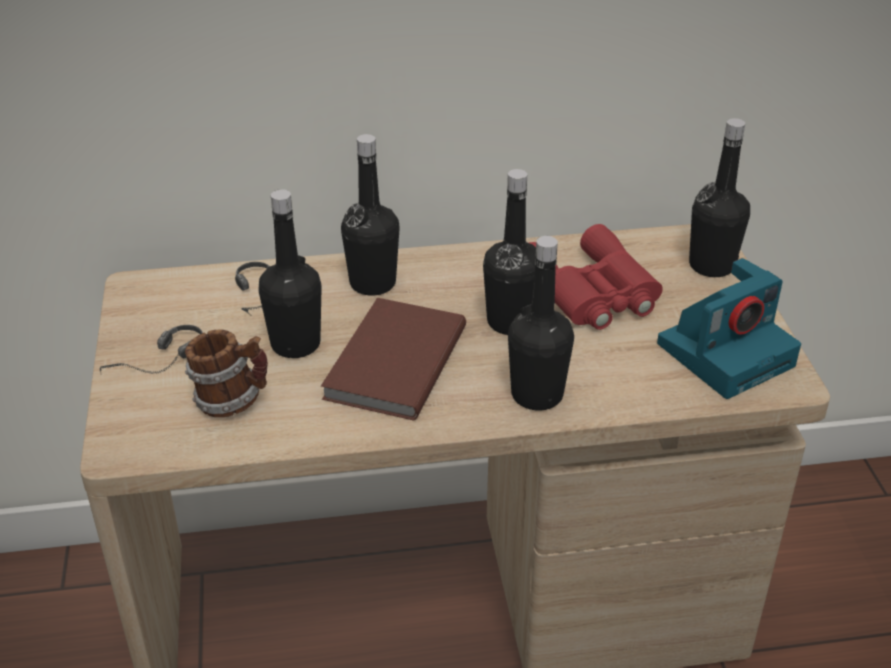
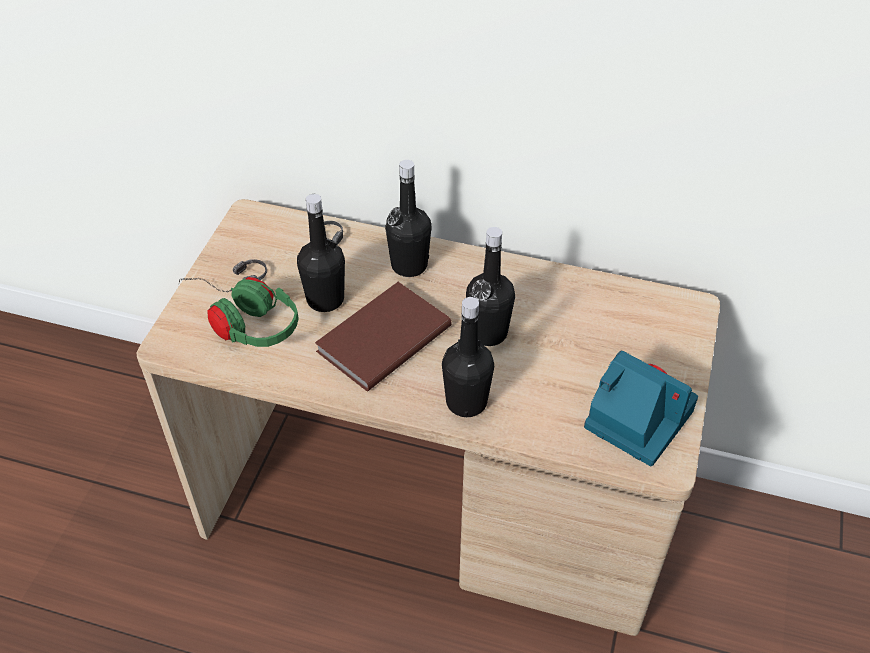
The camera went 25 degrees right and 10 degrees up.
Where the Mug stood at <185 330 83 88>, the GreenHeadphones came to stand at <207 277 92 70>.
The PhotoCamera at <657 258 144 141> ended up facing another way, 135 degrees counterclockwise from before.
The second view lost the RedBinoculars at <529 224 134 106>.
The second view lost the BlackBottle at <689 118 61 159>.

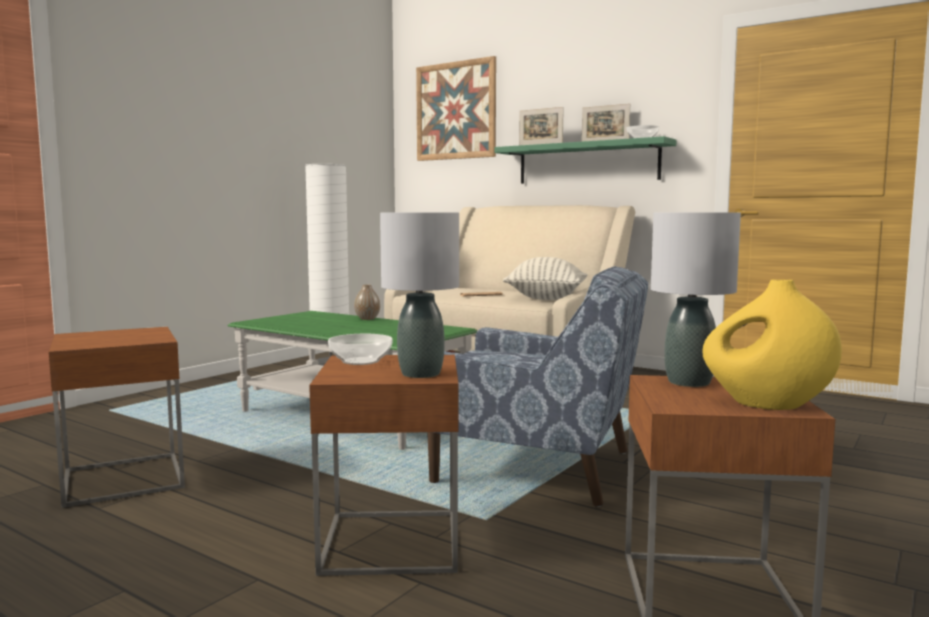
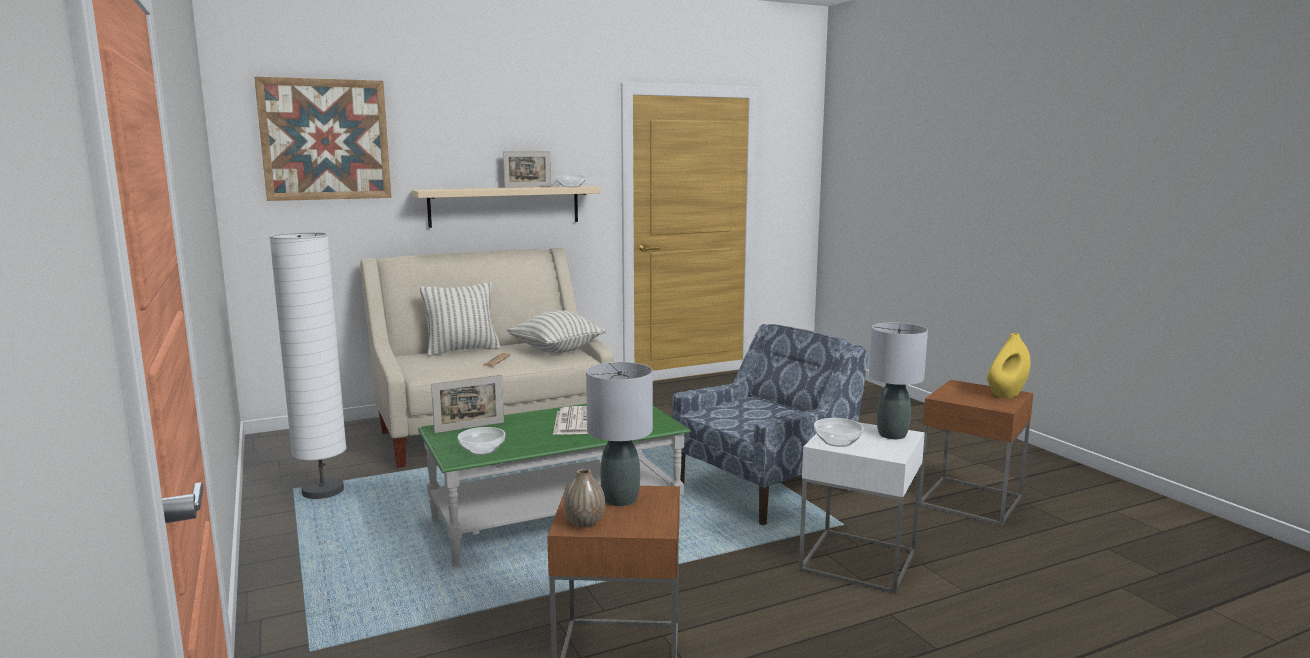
The camera went 60 degrees left and 5 degrees up.
What was the GreenShelf at <494 136 183 48> turned into the BeigeShelf at <412 186 189 42>.
The second view gained the Pillow at <420 282 81 74>.
The PictureFrame ended up elsewhere, having gone from <519 107 45 38> to <431 374 73 59>.
The second view gained the Bowl at <458 427 47 28>.
The second view gained the Newspaper at <553 406 35 29>.
The Vase ended up elsewhere, having gone from <354 284 26 36> to <563 469 42 59>.
The GreyTableLamp ended up elsewhere, having gone from <651 212 90 175> to <586 362 67 144>.
What was the BrownSideTable at <309 355 150 221> turned into the WhiteSideTable at <799 422 126 172>.

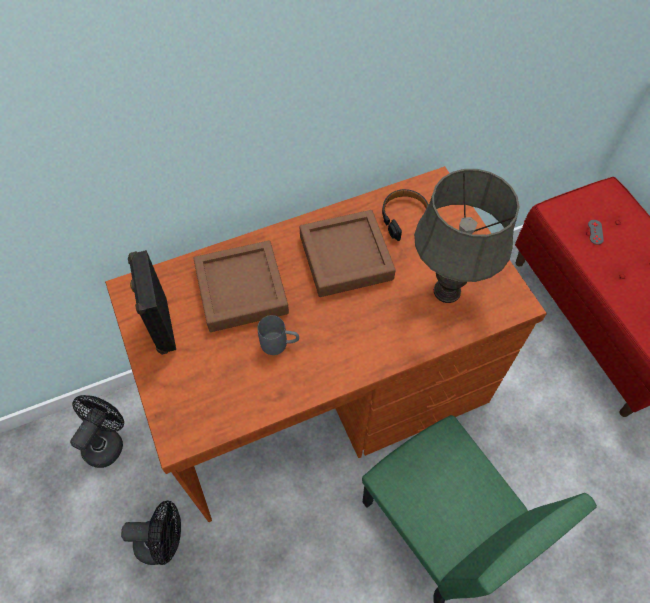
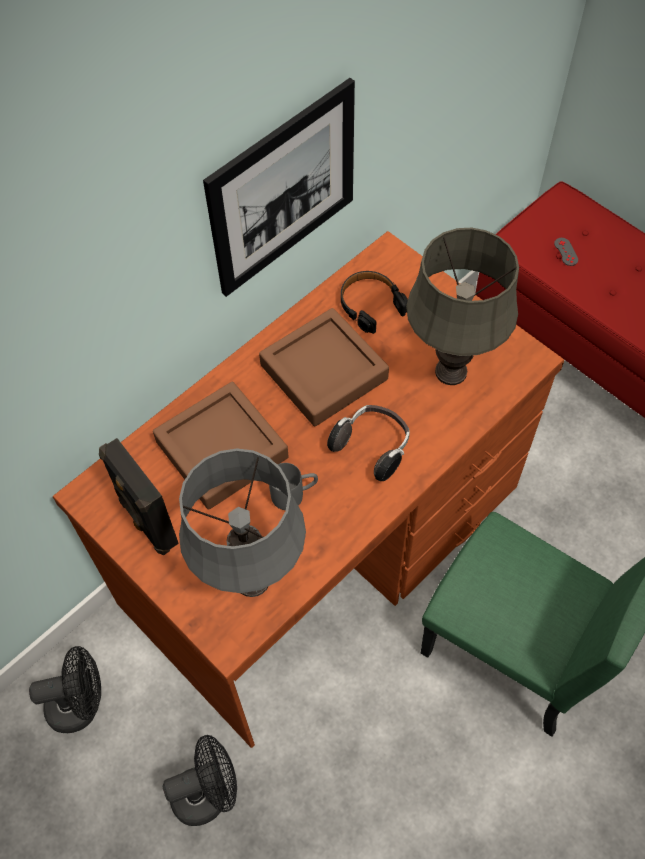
The camera went 20 degrees left and 0 degrees up.
The BlackFan at <70 395 54 73> ended up facing another way, 75 degrees clockwise from before.
The second view gained the GreyTableLamp at <179 448 127 149>.
The second view gained the Picture at <203 78 152 219>.
The second view gained the Headphones at <327 405 83 76>.

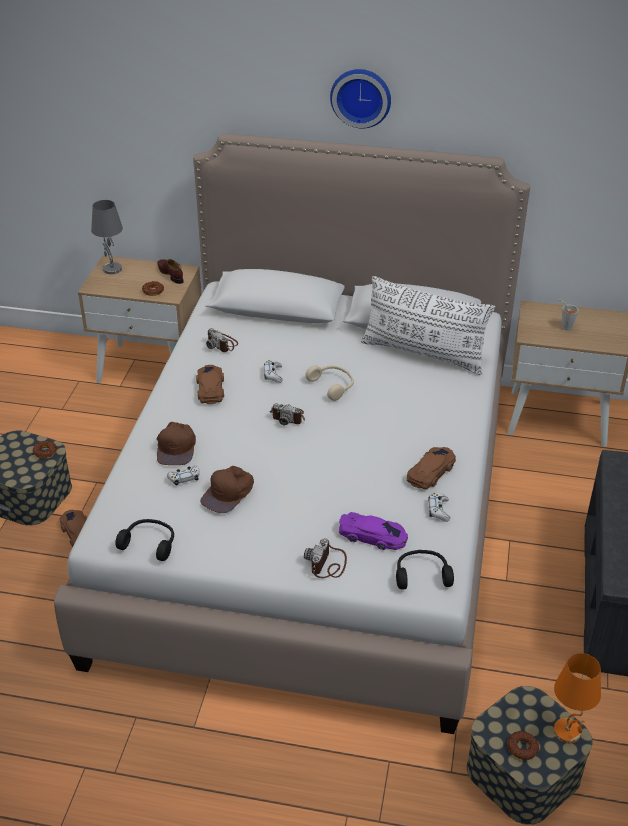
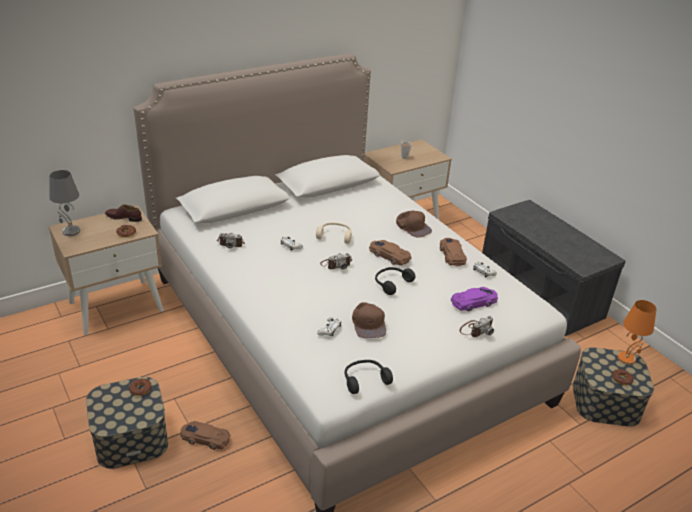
The camera went 45 degrees left and 5 degrees down.
The BrownToyCar ended up elsewhere, having gone from <196 365 28 39> to <369 240 43 26>.
The BlackHeadphones ended up elsewhere, having gone from <396 550 58 40> to <375 267 40 28>.
The BrownCap ended up elsewhere, having gone from <157 422 39 43> to <396 210 36 28>.
The PhotoCamera at <304 538 43 40> ended up facing another way, 105 degrees counterclockwise from before.
The second view lost the WallClock at <330 69 61 60>.
The second view lost the WhitePillow at <361 276 134 99>.

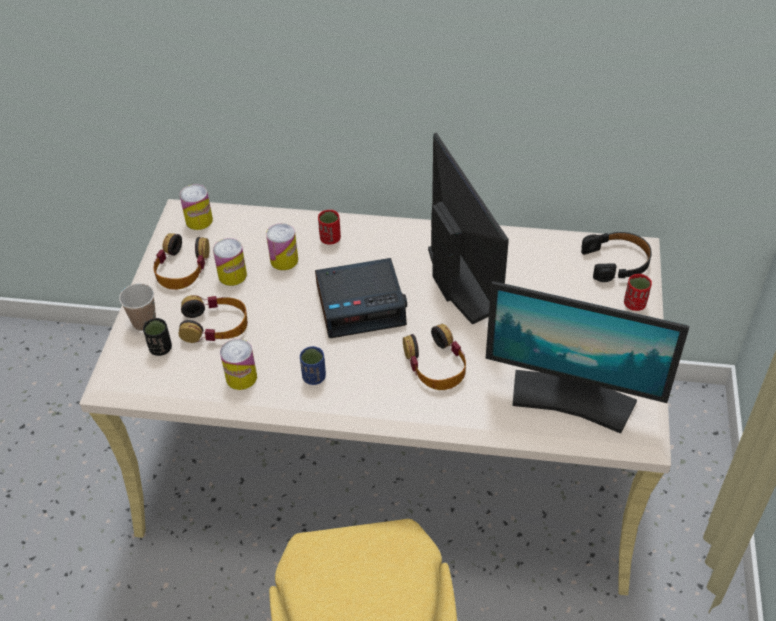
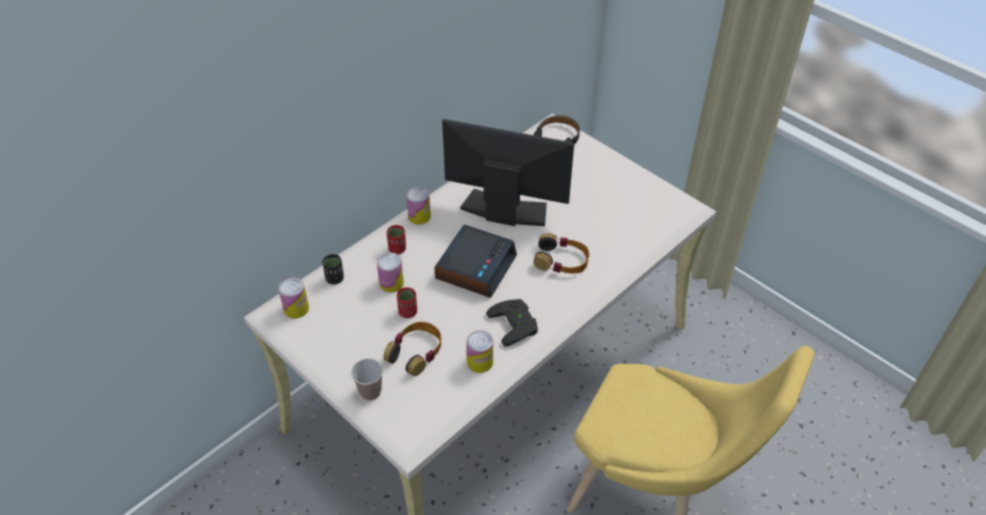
The camera went 55 degrees left and 0 degrees up.
The BlackCup ended up elsewhere, having gone from <143 318 29 38> to <322 254 22 30>.
The RedCup ended up elsewhere, having gone from <624 274 28 37> to <397 287 20 31>.
The Can ended up elsewhere, having gone from <213 238 34 48> to <406 187 25 38>.
Where the BlueCup stood at <300 346 26 39>, the BlackGameController came to stand at <486 299 52 48>.
The second view lost the Headphones at <153 233 57 57>.
The second view lost the Monitor at <486 281 204 153>.

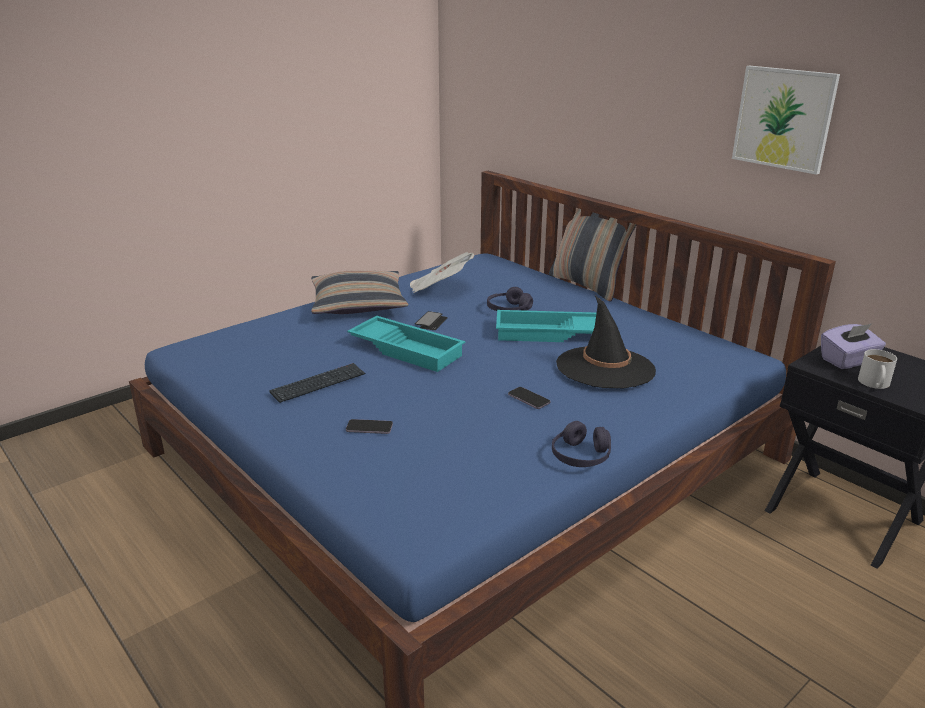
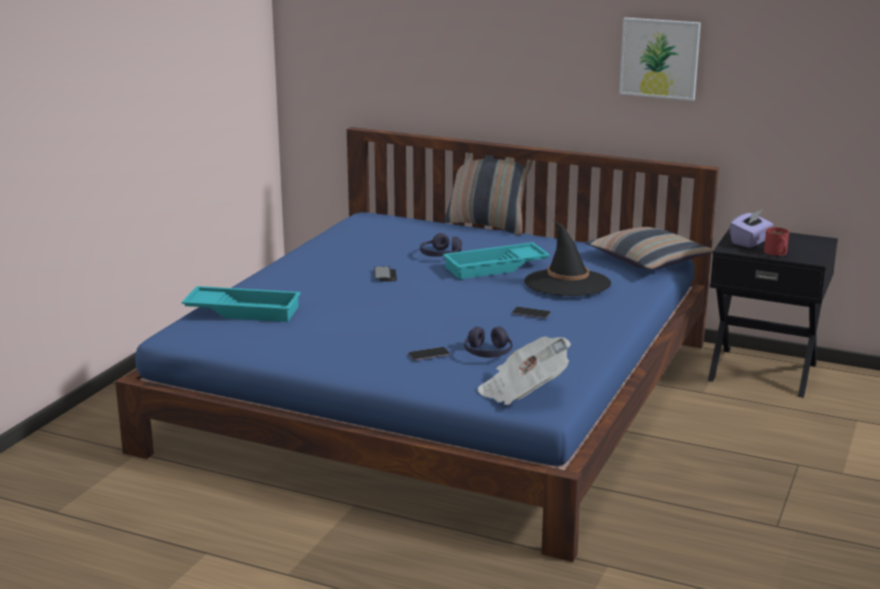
The camera went 25 degrees left and 5 degrees down.
The TurquoiseTray ended up elsewhere, having gone from <347 316 118 56> to <181 286 120 36>.
The PurpleHeadphones ended up elsewhere, having gone from <552 421 59 46> to <464 326 49 32>.
The Newspaper ended up elsewhere, having gone from <410 252 64 41> to <478 336 93 69>.
The Pillow ended up elsewhere, having gone from <311 270 97 44> to <585 227 129 43>.
What was the WhiteMug at <858 349 39 40> turned into the RedMug at <764 227 25 29>.
The second view lost the Keyboard at <269 363 96 40>.

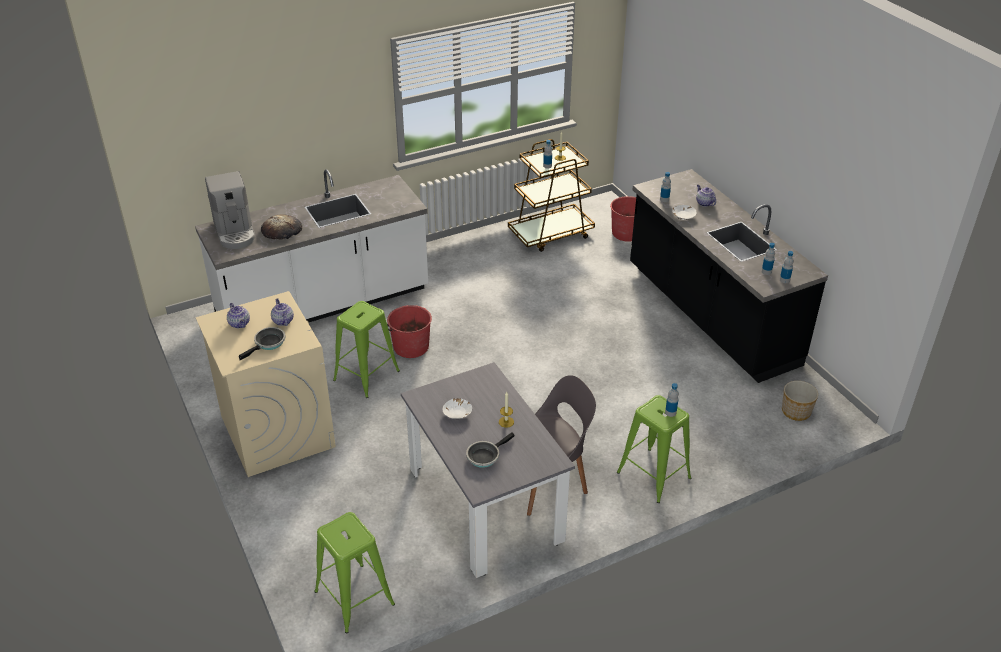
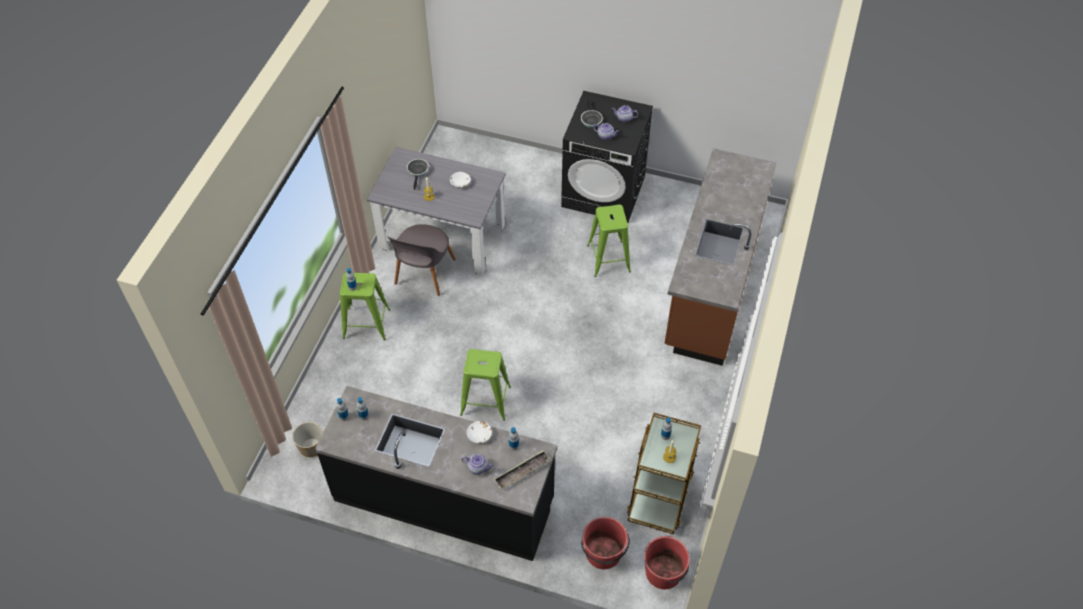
The camera went 135 degrees right and 15 degrees up.
The GreenStool ended up elsewhere, having gone from <314 512 81 121> to <460 349 51 72>.
The second view gained the Tray at <494 450 57 40>.
What was the BeigeWashingMachine at <196 291 140 186> turned into the BlackWashingMachine at <561 91 92 132>.
The RedBucket ended up elsewhere, having gone from <387 305 45 53> to <644 536 46 53>.
What was the WhiteCounter at <195 169 233 153> turned into the BrownCounter at <664 148 112 218>.
The second view lost the CoffeeMachine at <205 171 51 78>.
The second view lost the Bread at <261 215 41 25>.

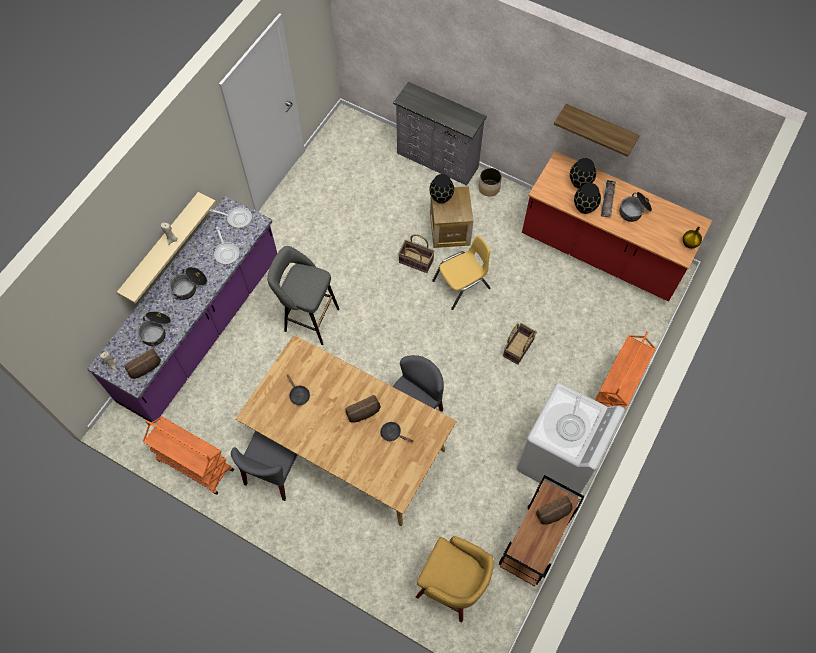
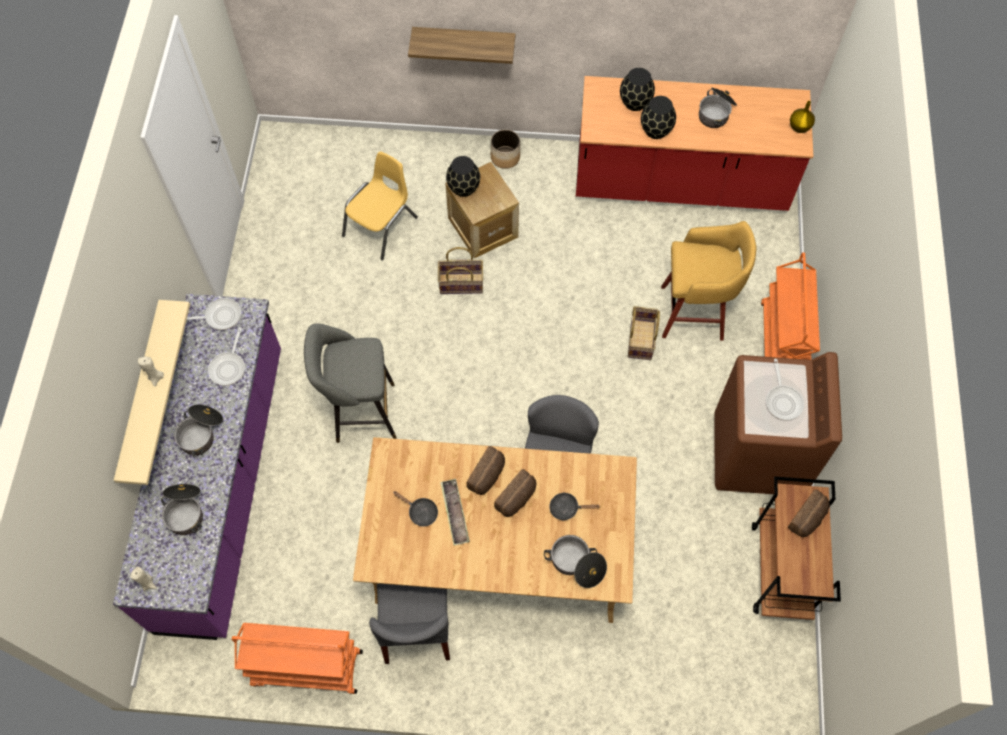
The camera went 25 degrees left and 0 degrees up.
The FryingPan at <214 227 26 38> ended up facing another way, 60 degrees clockwise from before.
The YellowChair ended up elsewhere, having gone from <432 236 59 74> to <342 151 76 109>.
The Shelf ended up elsewhere, having gone from <554 104 86 53> to <408 27 107 37>.
The Tray ended up elsewhere, having gone from <601 180 15 37> to <440 479 30 67>.
The Bread ended up elsewhere, having gone from <124 349 37 30> to <467 446 38 49>.
The second view gained the CookingPot at <544 535 63 53>.
The YellowStool ended up elsewhere, having gone from <416 536 78 86> to <661 221 96 120>.
What was the WhiteWashingMachine at <516 383 109 115> turned into the BrownWashingMachine at <715 352 127 142>.
The second view lost the GreyDresser at <393 82 94 104>.

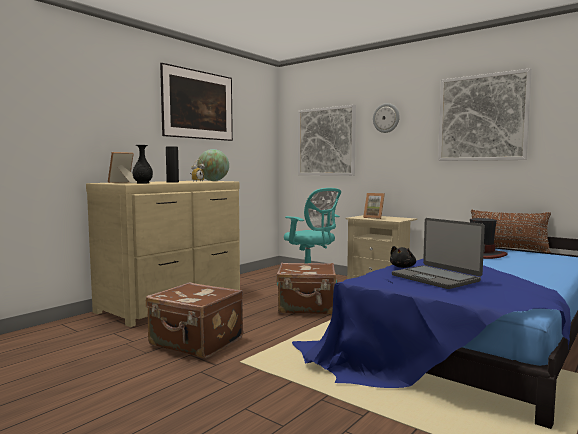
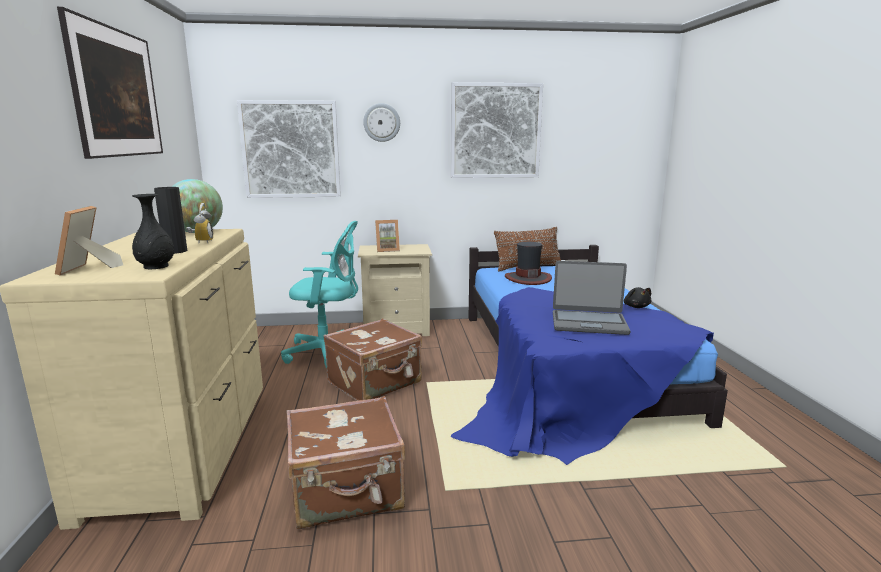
The camera went 45 degrees left and 10 degrees up.
The BlackPlushToy ended up elsewhere, having gone from <390 246 26 22> to <624 287 27 21>.

